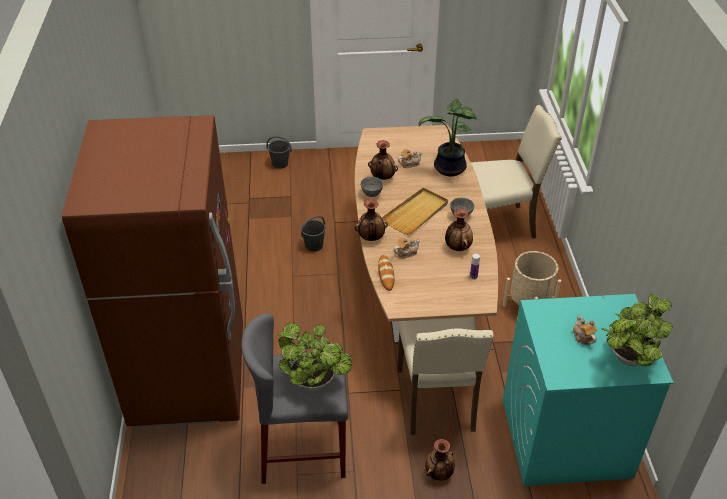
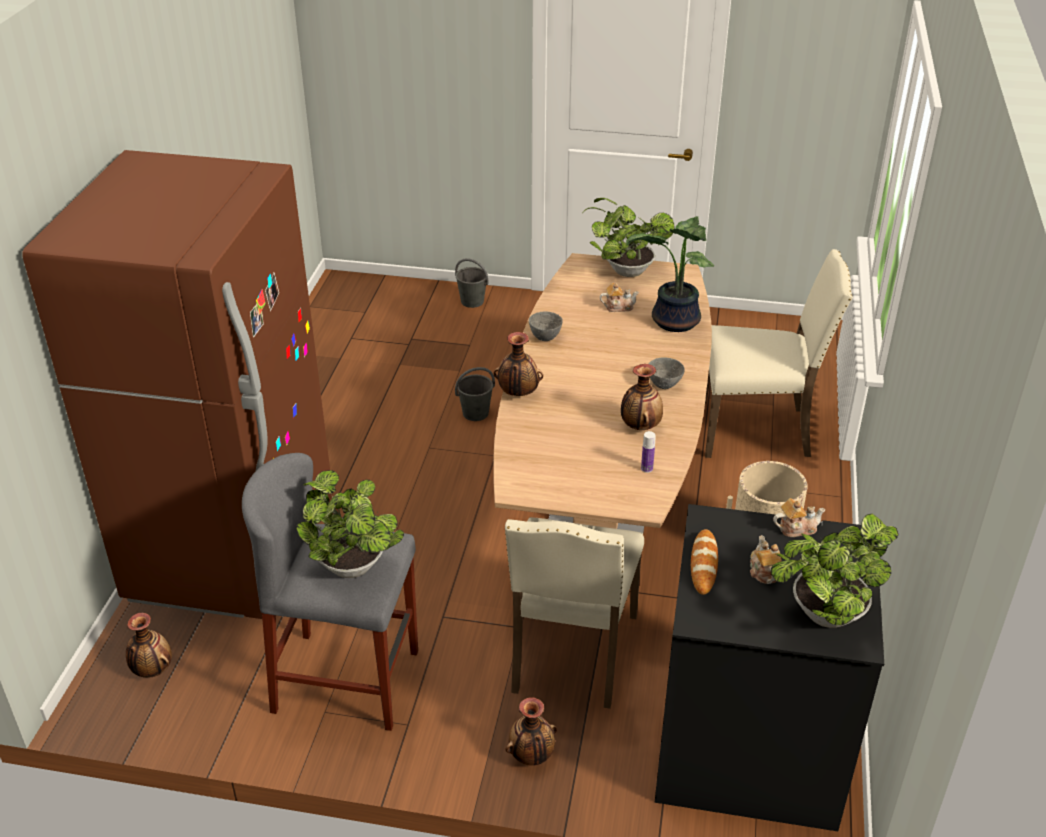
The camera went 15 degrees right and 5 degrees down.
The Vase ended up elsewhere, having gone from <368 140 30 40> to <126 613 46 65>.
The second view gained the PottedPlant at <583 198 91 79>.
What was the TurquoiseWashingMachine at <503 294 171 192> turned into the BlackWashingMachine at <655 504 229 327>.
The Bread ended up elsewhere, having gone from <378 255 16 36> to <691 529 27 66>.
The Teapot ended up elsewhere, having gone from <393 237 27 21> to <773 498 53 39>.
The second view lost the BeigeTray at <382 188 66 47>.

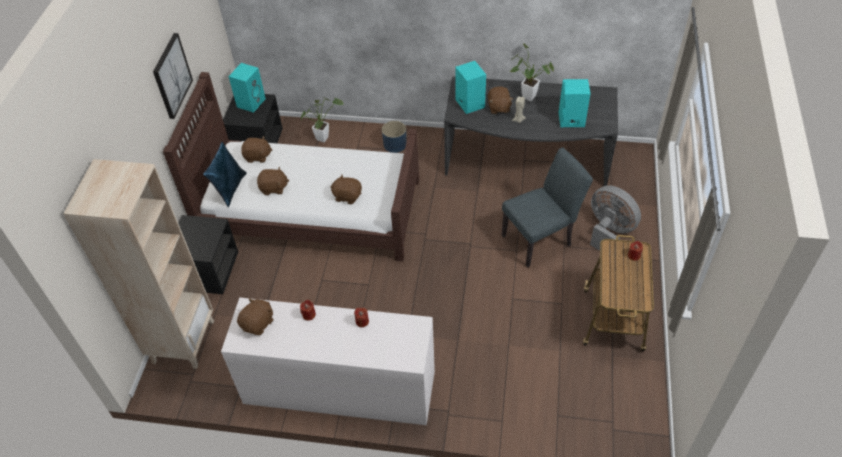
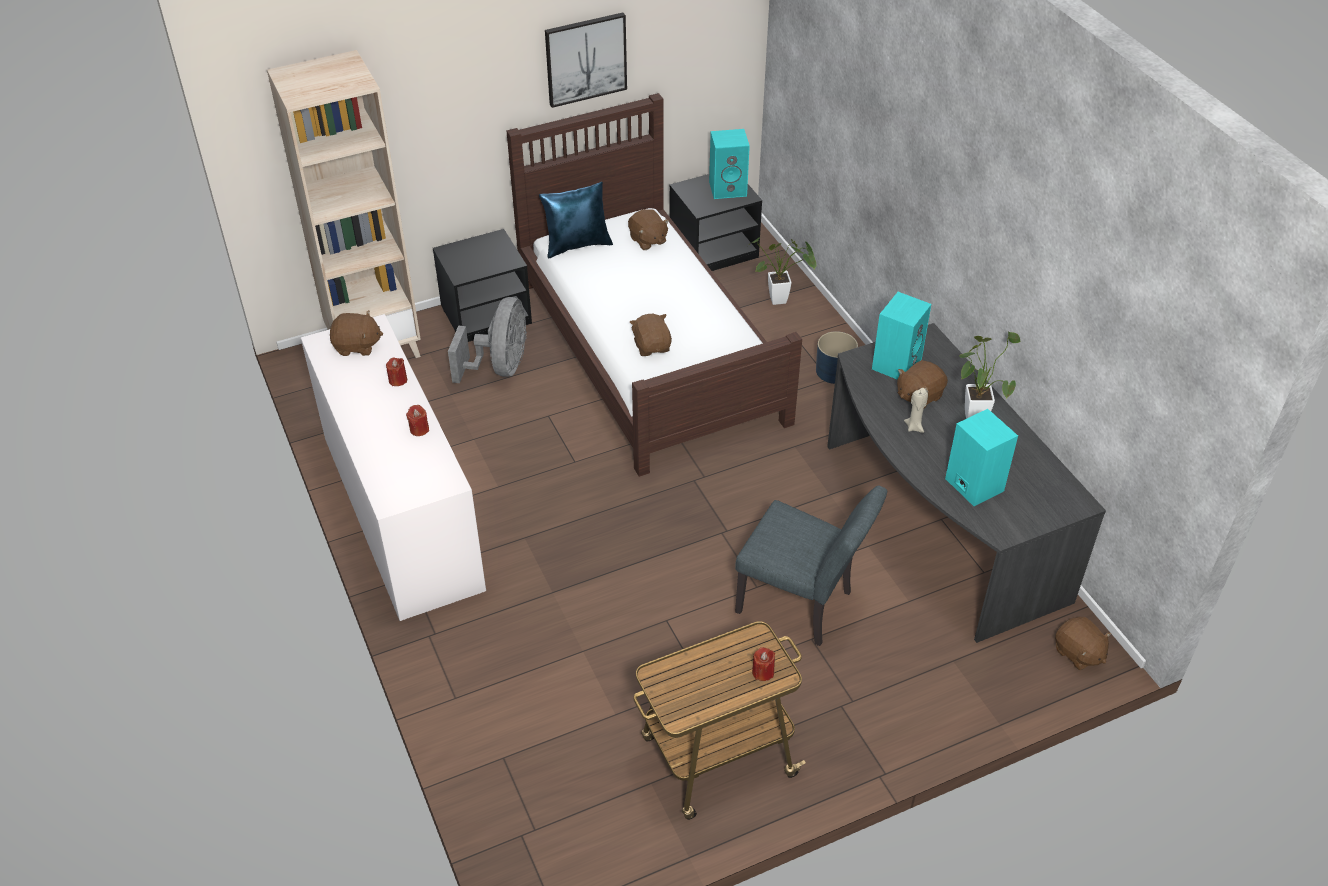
The camera went 55 degrees right and 5 degrees down.
The GreyFan ended up elsewhere, having gone from <590 185 51 66> to <448 297 79 86>.
The BrownPlushToy ended up elsewhere, having gone from <257 167 32 28> to <1055 617 56 53>.

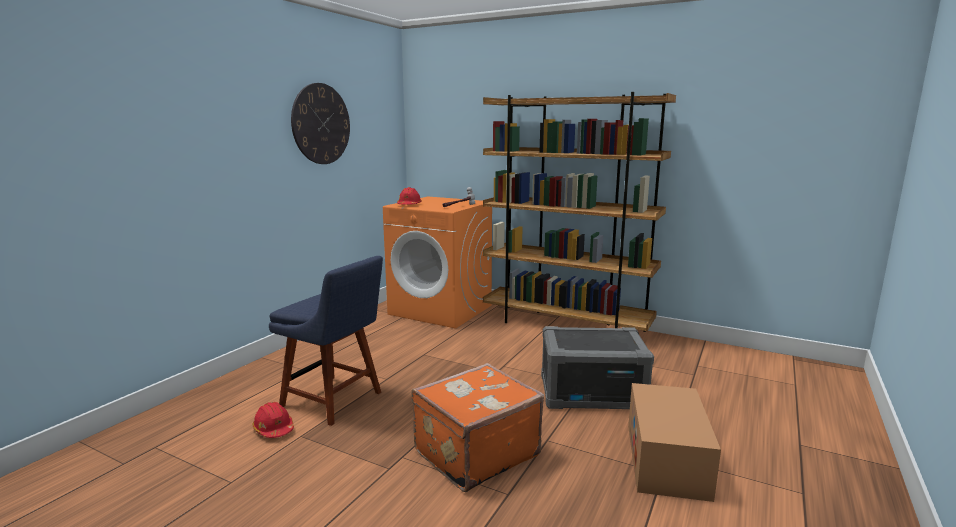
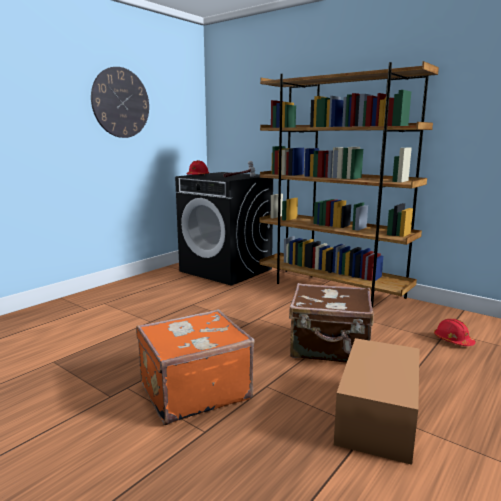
The camera went 10 degrees right and 0 degrees up.
What was the OrangeWashingMachine at <383 196 109 133> turned into the BlackWashingMachine at <175 172 98 114>.
Where the GreyStorageBox stood at <541 326 113 83>, the BrownSuitcase came to stand at <289 283 85 80>.
The RedHardHat ended up elsewhere, having gone from <253 402 41 36> to <434 319 41 27>.
The second view lost the BlueChair at <269 256 114 170>.

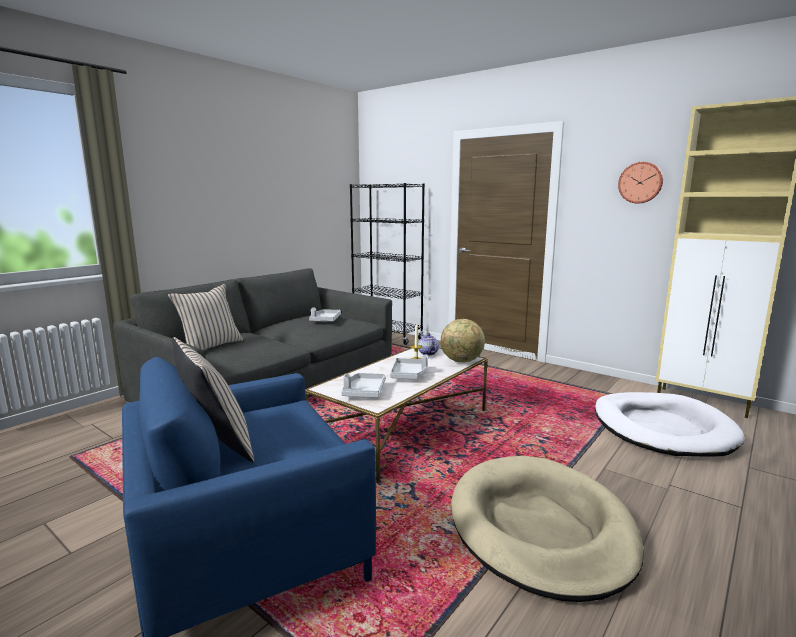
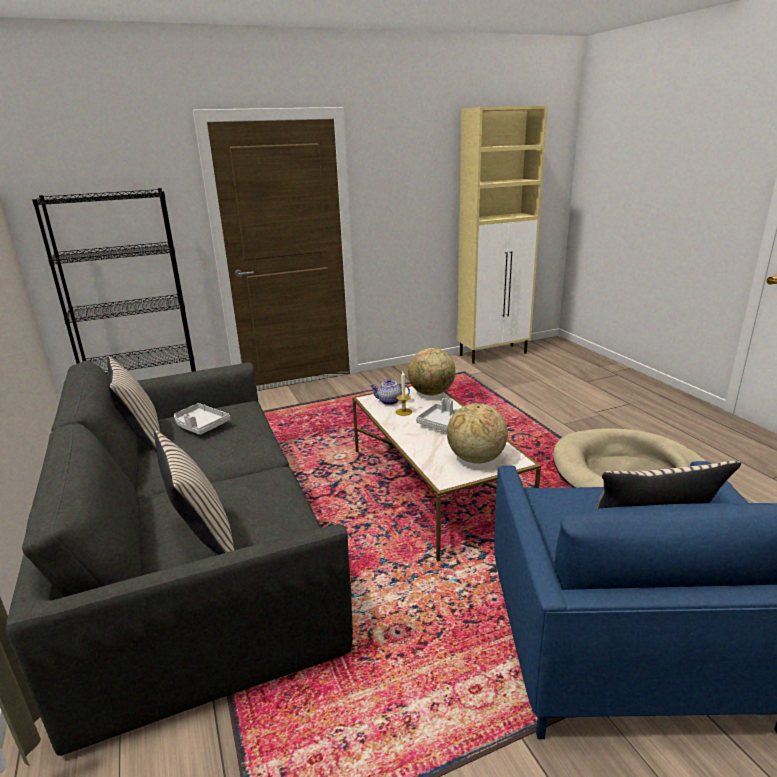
The camera went 60 degrees left and 10 degrees up.
The second view gained the BeigePillow at <107 357 53 94>.
Where the GreyTray stood at <341 373 45 24>, the Globe came to stand at <447 403 61 61>.
The second view lost the WhiteDogBed at <595 392 150 65>.
The second view lost the WallClock at <618 162 45 41>.

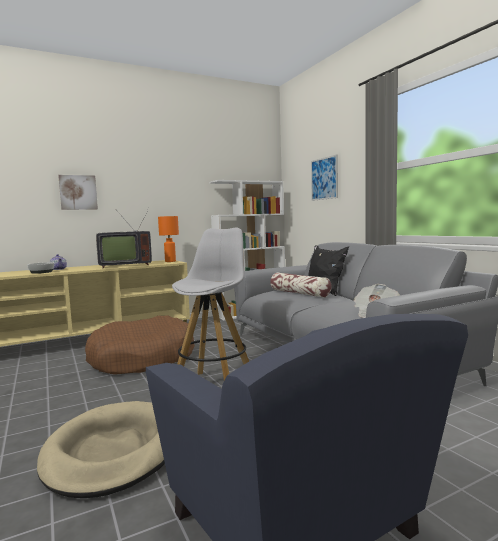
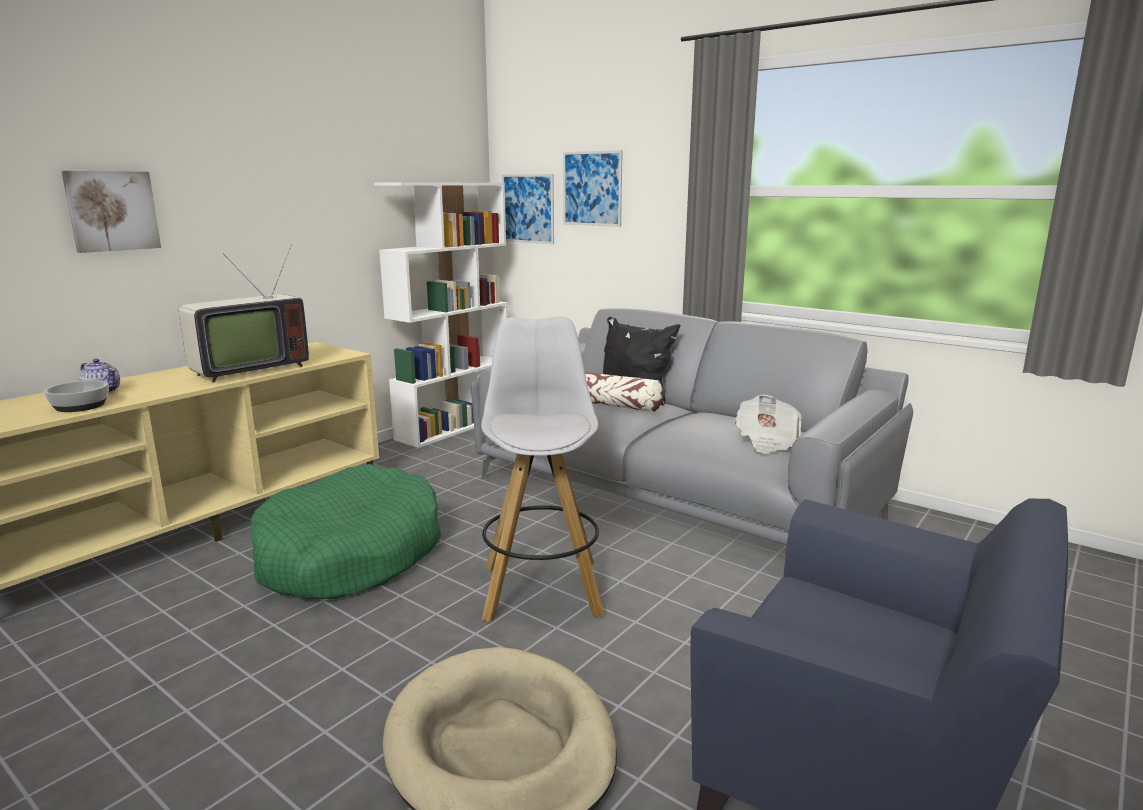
The camera went 25 degrees left and 10 degrees up.
What was the BrownDogBed at <85 315 110 60> turned into the GreenDogBed at <251 464 190 135>.
The second view gained the Picture at <502 174 52 70>.
The second view lost the OrangeTableLamp at <158 216 21 46>.

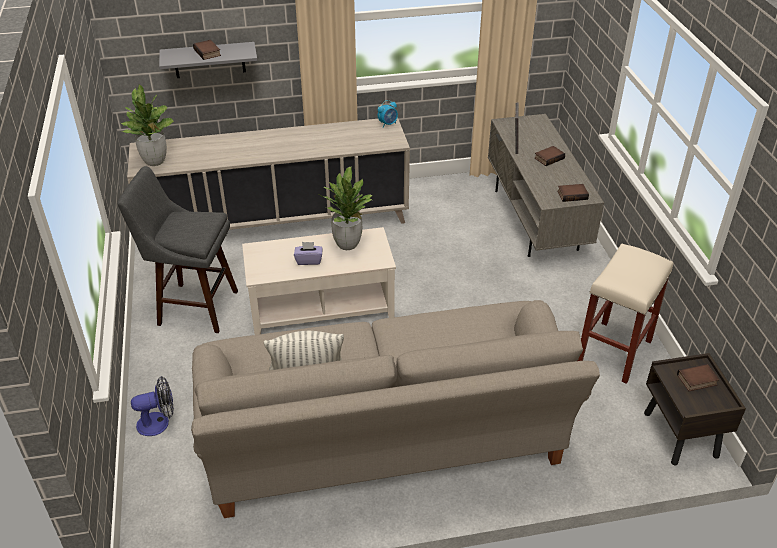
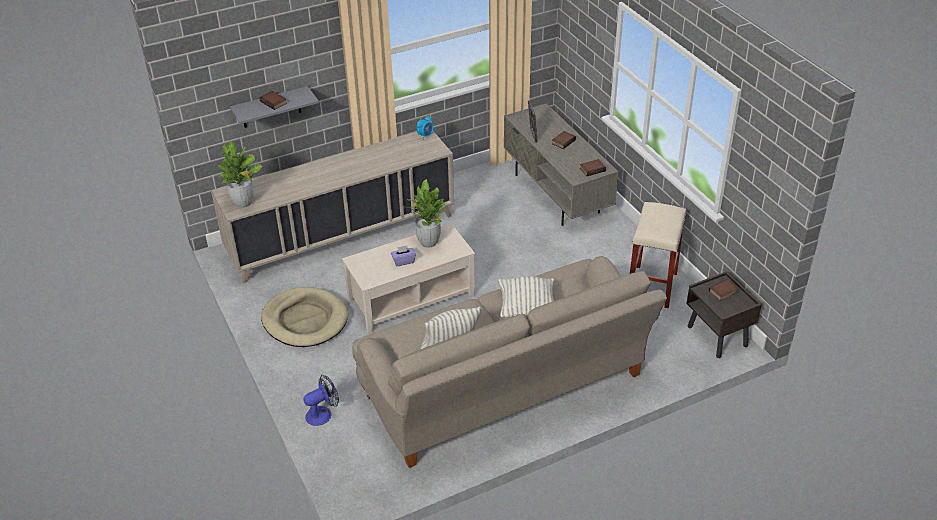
The camera went 15 degrees left and 0 degrees up.
Where the GreyStool stood at <117 166 121 167>, the BeigeDogBed came to stand at <261 287 87 60>.
The second view gained the Pillow at <498 276 56 41>.

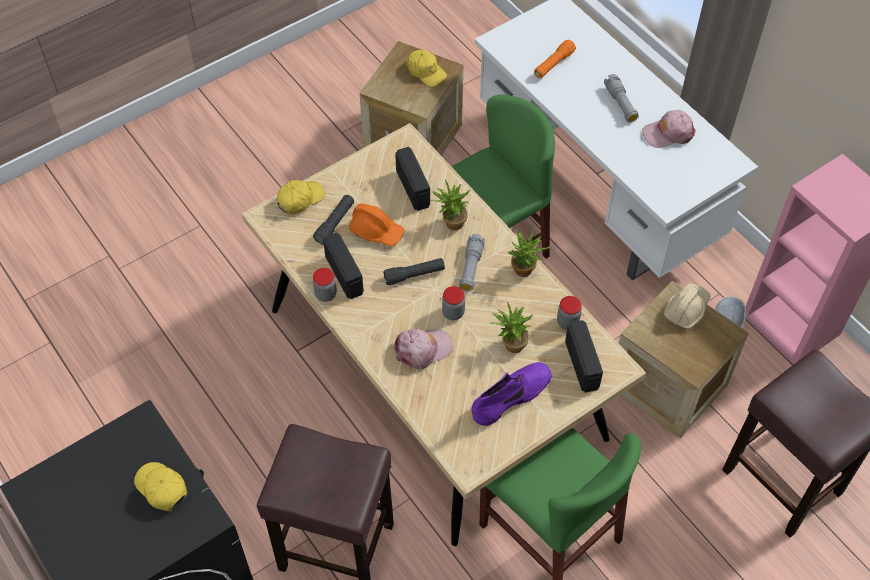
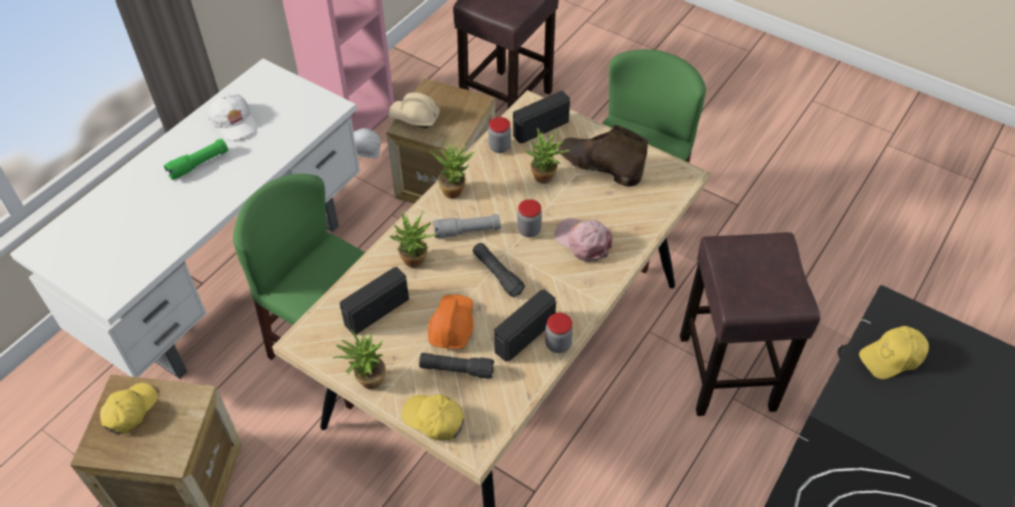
The camera went 110 degrees left and 5 degrees down.
What was the GreyFlashlight at <604 74 35 48> turned into the GreenFlashlight at <164 138 64 42>.
What was the PinkCap at <642 110 54 38> turned into the WhiteCap at <209 94 49 47>.
The second view gained the PottedPlant at <332 329 54 60>.
What was the PurpleBoot at <472 362 80 64> turned into the BrownBoot at <558 125 90 62>.
The YellowCap at <134 462 53 49> ended up facing another way, 45 degrees clockwise from before.
The second view lost the OrangeFlashlight at <534 39 42 39>.

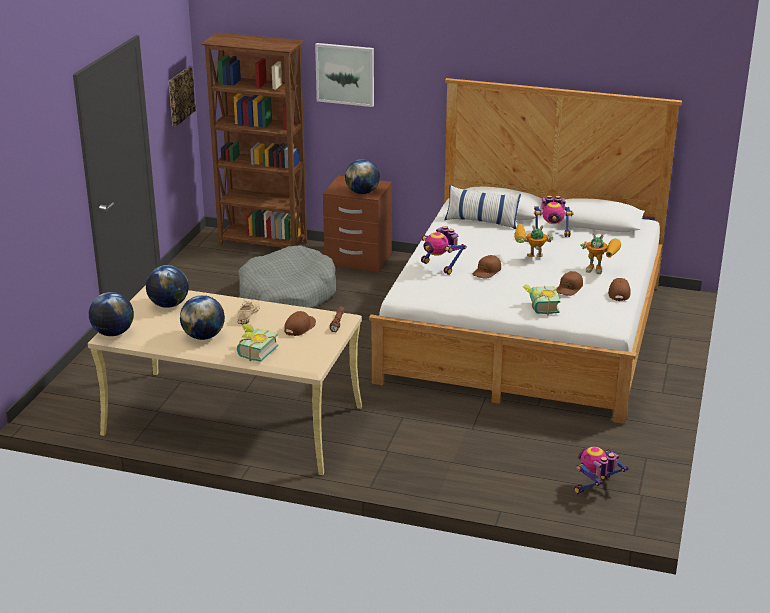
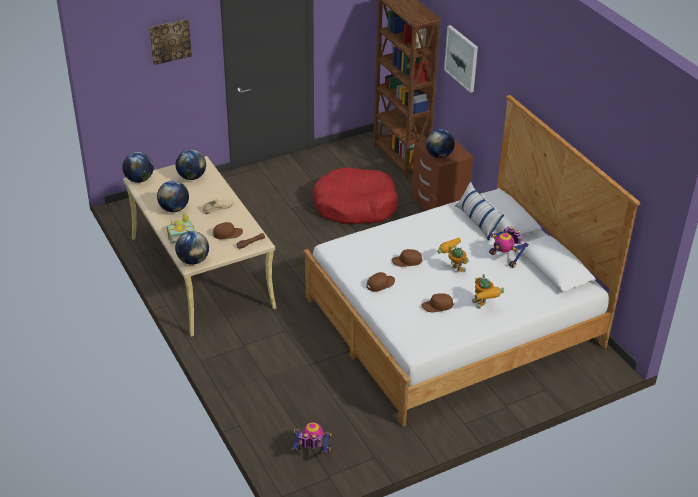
The camera went 45 degrees right and 10 degrees up.
The Picture ended up elsewhere, having gone from <169 67 26 59> to <149 19 43 46>.
The second view gained the Globe at <175 231 34 34>.
What was the GreyDogBed at <238 245 98 63> turned into the RedDogBed at <312 167 86 57>.
The BrownCap ended up elsewhere, having gone from <608 278 23 23> to <367 272 28 20>.
The second view lost the ToyRobot at <421 226 46 49>.
The second view lost the Book at <523 284 37 31>.

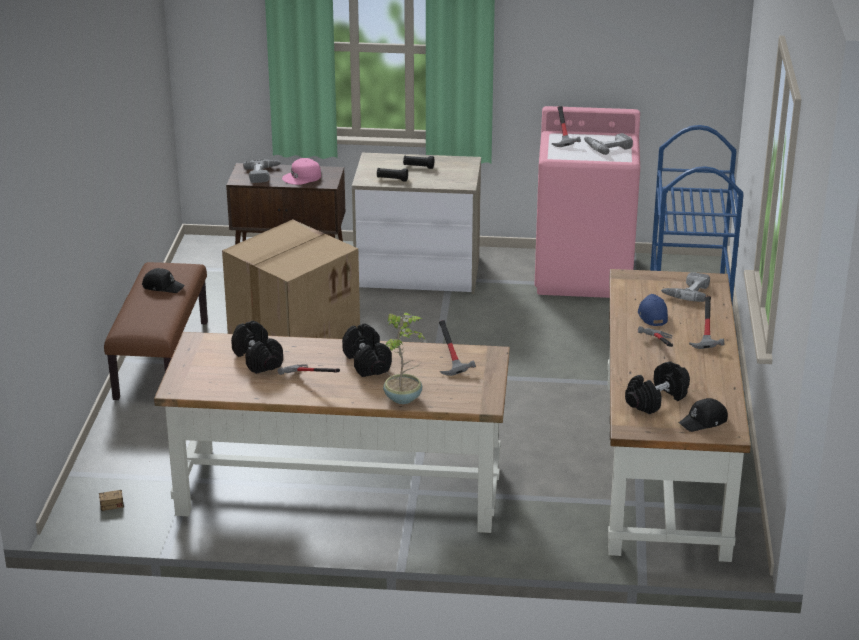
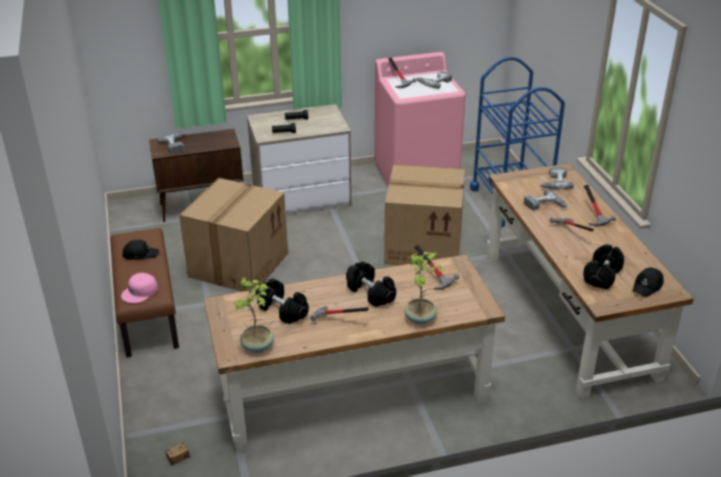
The camera went 20 degrees left and 5 degrees up.
The PinkCap ended up elsewhere, having gone from <282 158 39 27> to <121 273 37 30>.
The second view gained the PottedPlant at <232 277 42 76>.
The second view gained the CardboardBox at <384 164 81 101>.
Where the BlueCap stood at <638 294 30 32>, the PowerDrill came to stand at <524 189 43 22>.

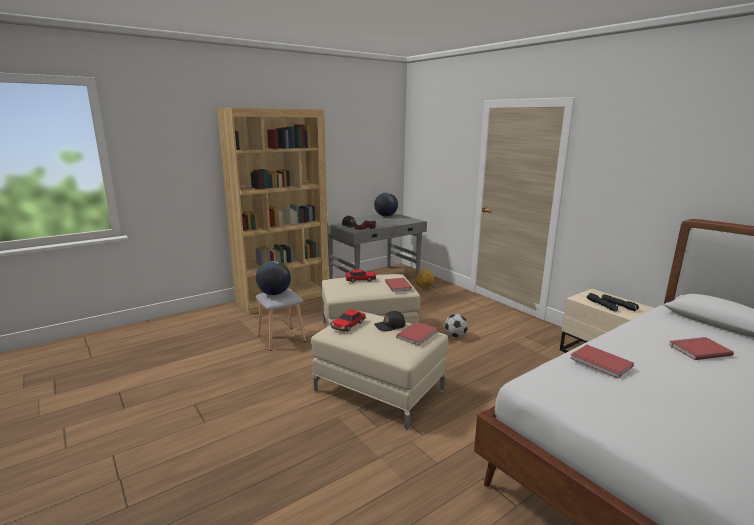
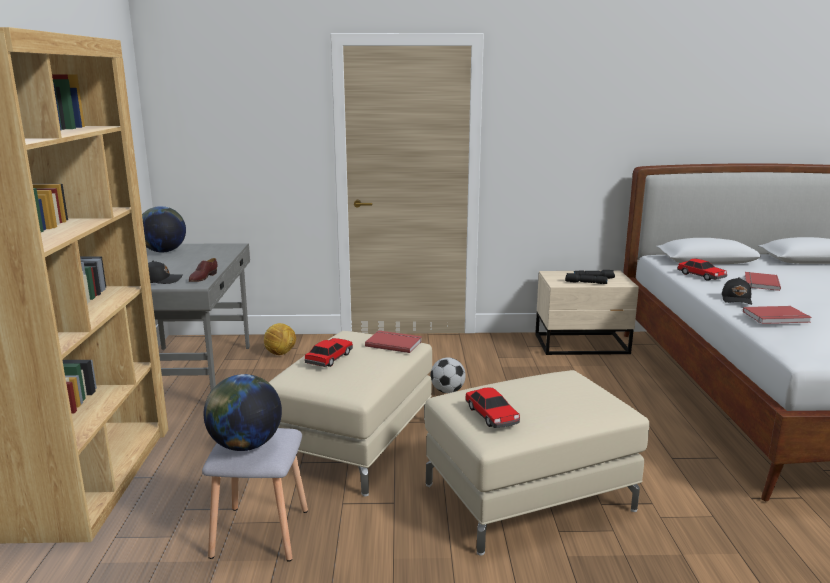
The camera went 55 degrees left and 0 degrees up.
The second view gained the ToyCar at <677 259 50 22>.
The BlackCap ended up elsewhere, having gone from <374 311 31 20> to <722 277 30 28>.
The second view lost the RedBook at <396 322 41 23>.

